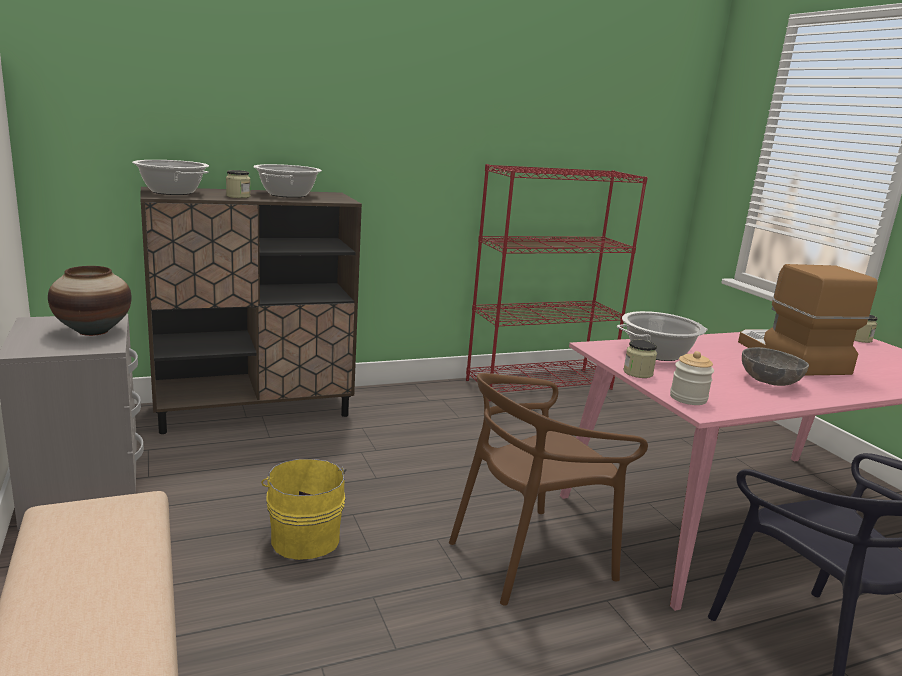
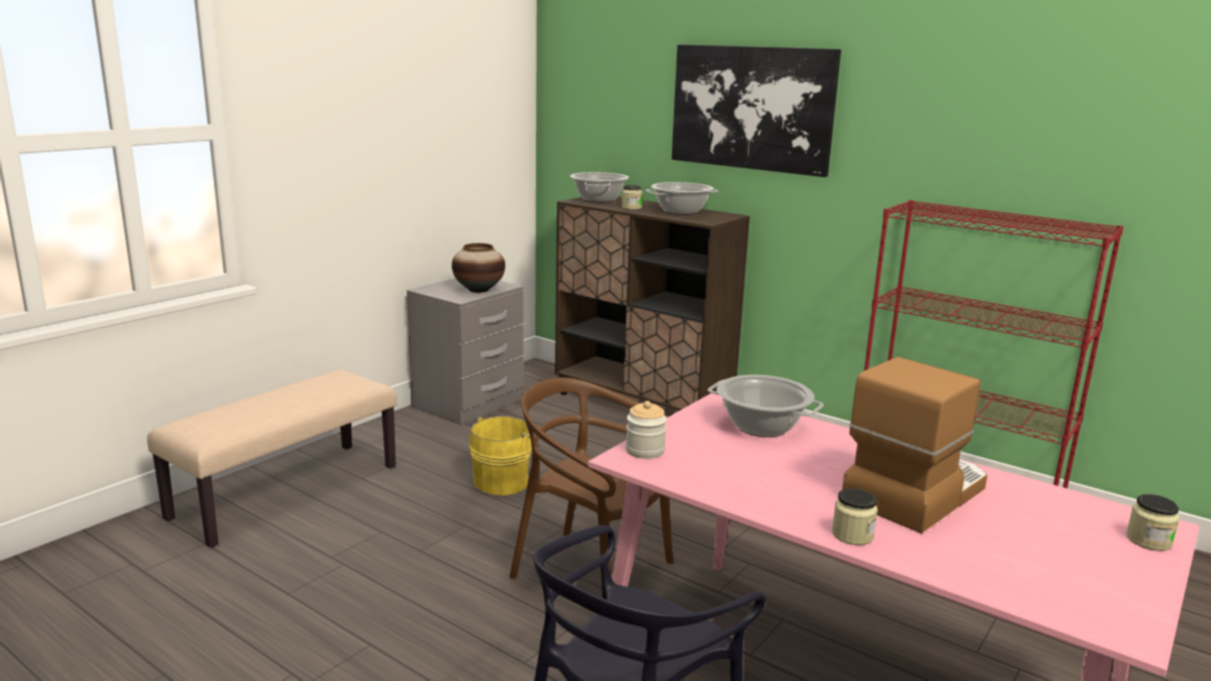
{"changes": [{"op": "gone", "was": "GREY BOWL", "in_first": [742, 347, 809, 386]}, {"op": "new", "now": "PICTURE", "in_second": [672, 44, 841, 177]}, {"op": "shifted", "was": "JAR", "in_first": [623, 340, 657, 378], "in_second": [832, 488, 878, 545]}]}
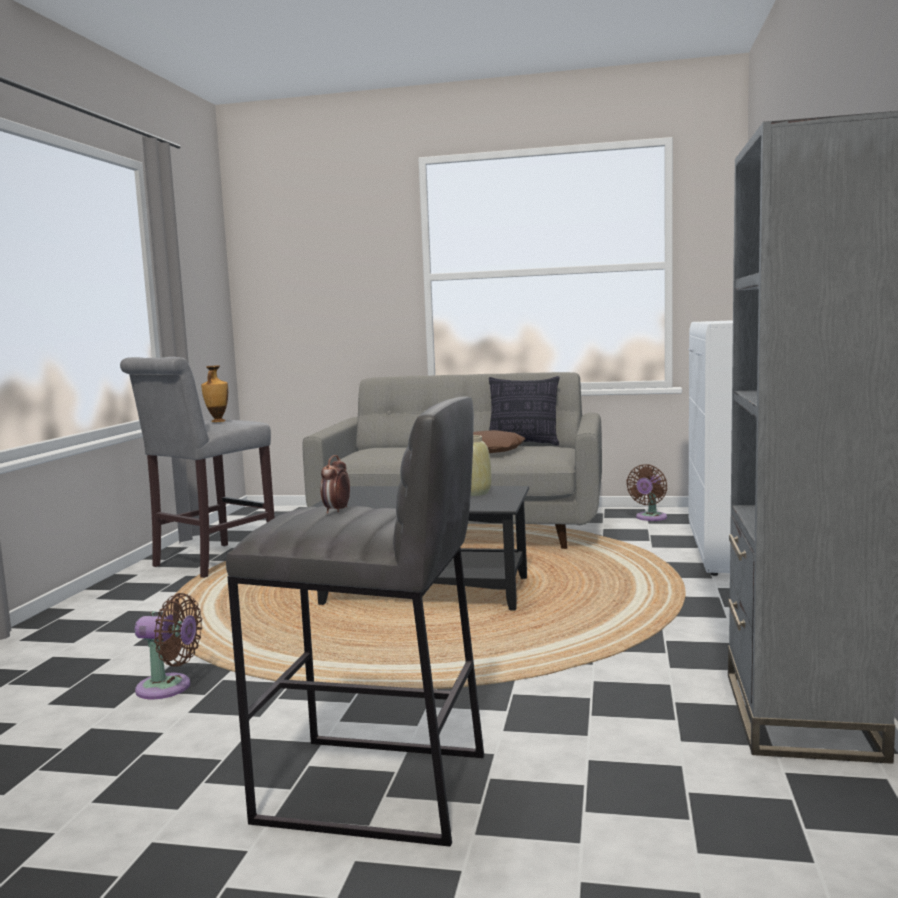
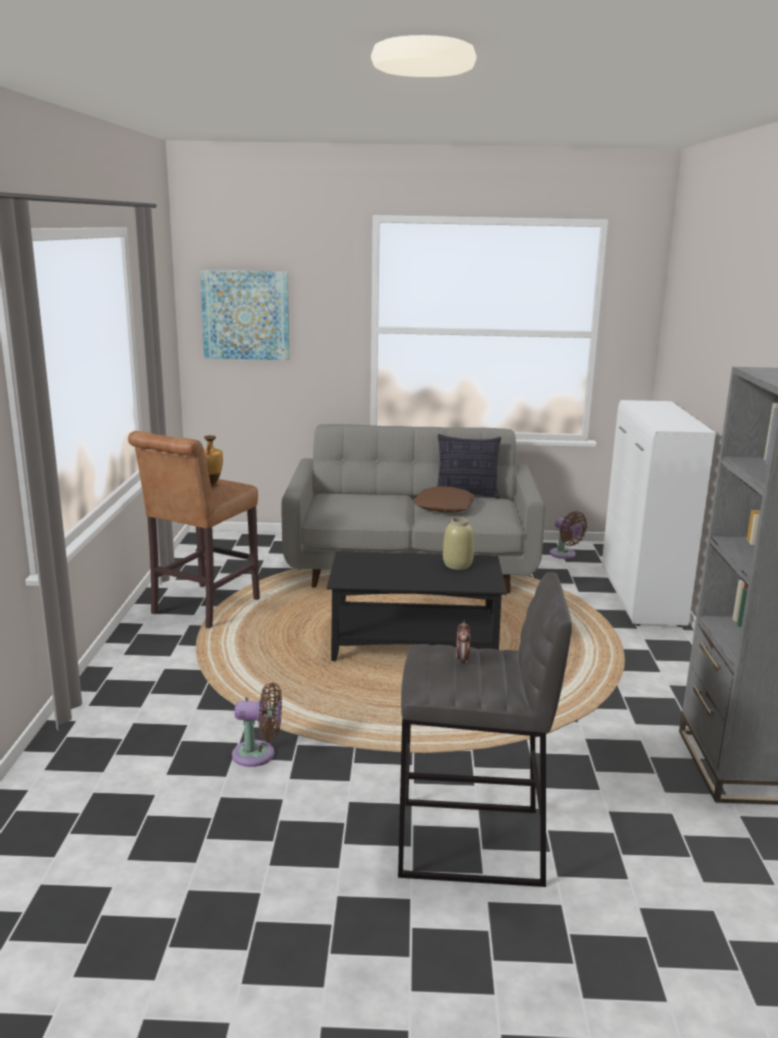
{"changes": [{"op": "new", "now": "PICTURE", "in_second": [200, 270, 289, 360]}, {"op": "repainted", "was": "GREY STOOL", "now": "BROWN STOOL", "in_first": [120, 357, 275, 578], "in_second": [128, 431, 260, 629]}, {"op": "rotated", "was": "BROWN FAN", "in_first": [627, 464, 667, 521], "in_second": [549, 511, 588, 559], "clockwise": -60}]}
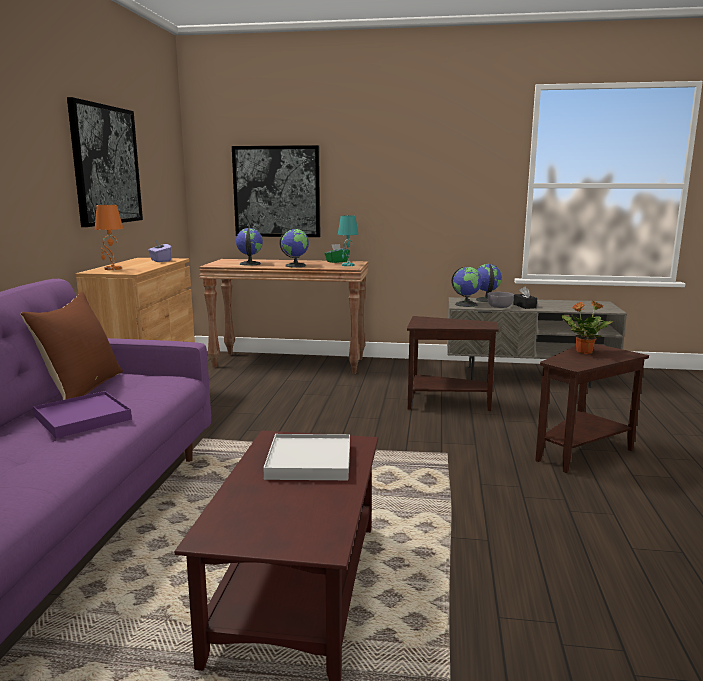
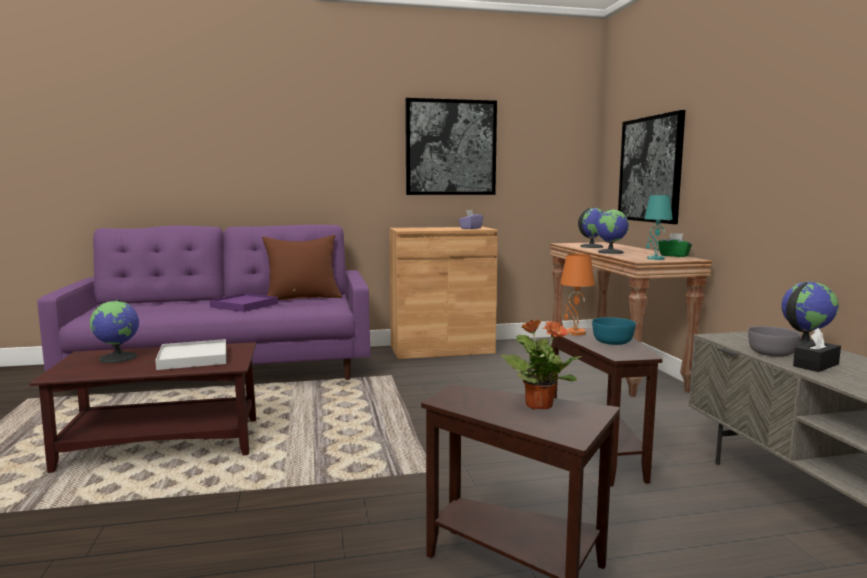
{"changes": [{"op": "new", "now": "TURQUOISE BOWL", "in_second": [592, 317, 636, 345]}, {"op": "shifted", "was": "ORANGE TABLE LAMP", "in_first": [95, 205, 123, 270], "in_second": [560, 254, 595, 335]}, {"op": "shifted", "was": "GLOBE", "in_first": [451, 267, 482, 307], "in_second": [90, 300, 139, 363]}]}
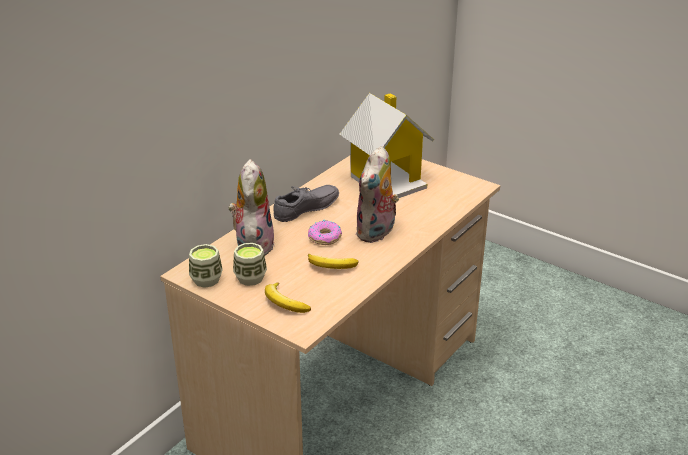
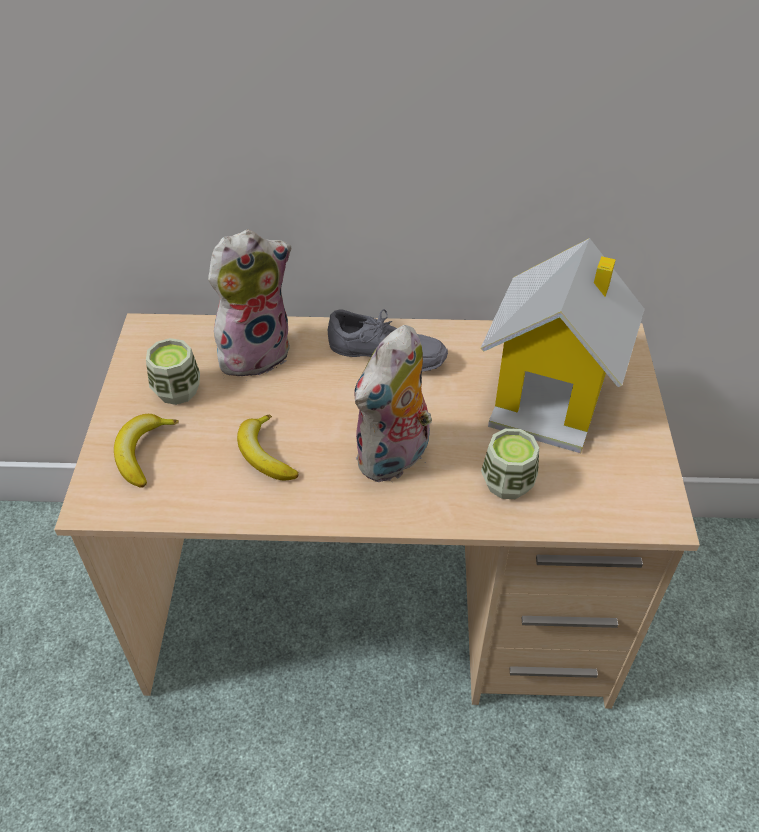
{"changes": [{"op": "gone", "was": "DONUT", "in_first": [308, 220, 342, 245]}, {"op": "shifted", "was": "CUP", "in_first": [189, 244, 223, 288], "in_second": [481, 428, 539, 499]}, {"op": "rotated", "was": "PLUSH TOY", "in_first": [355, 146, 399, 243], "in_second": [354, 325, 432, 482], "clockwise": -45}]}
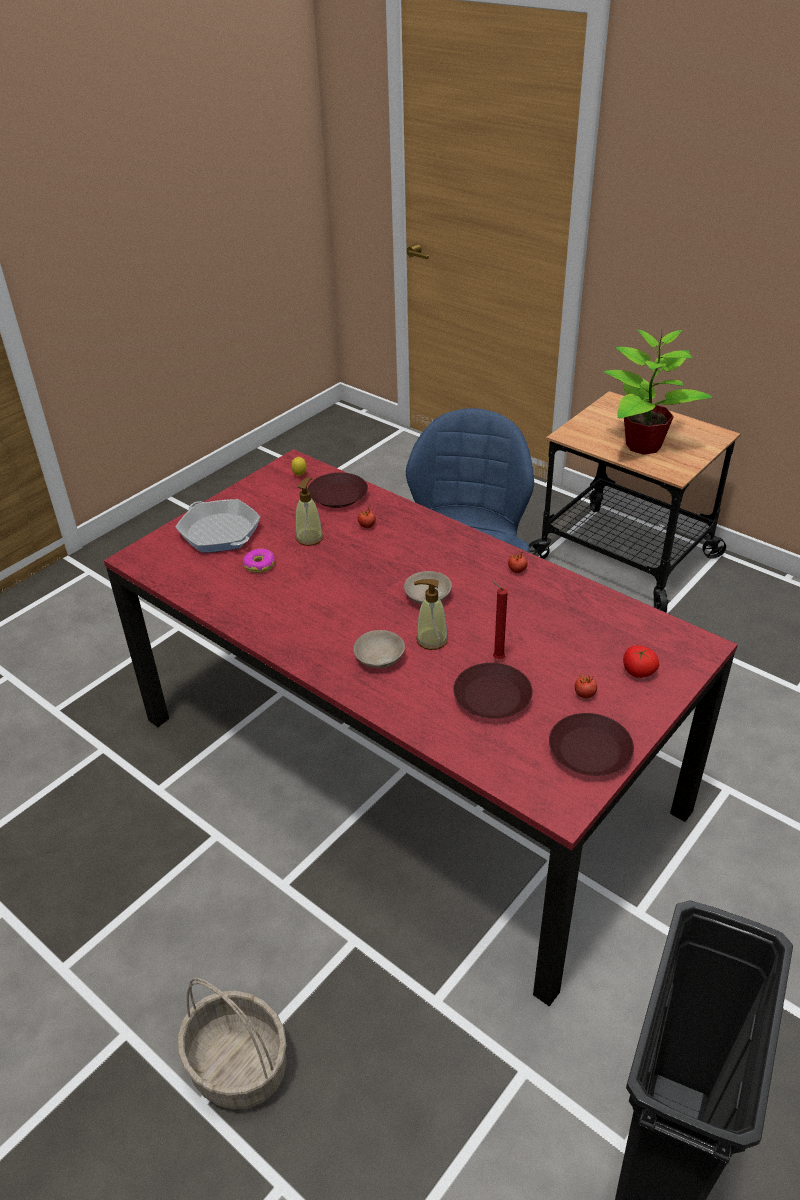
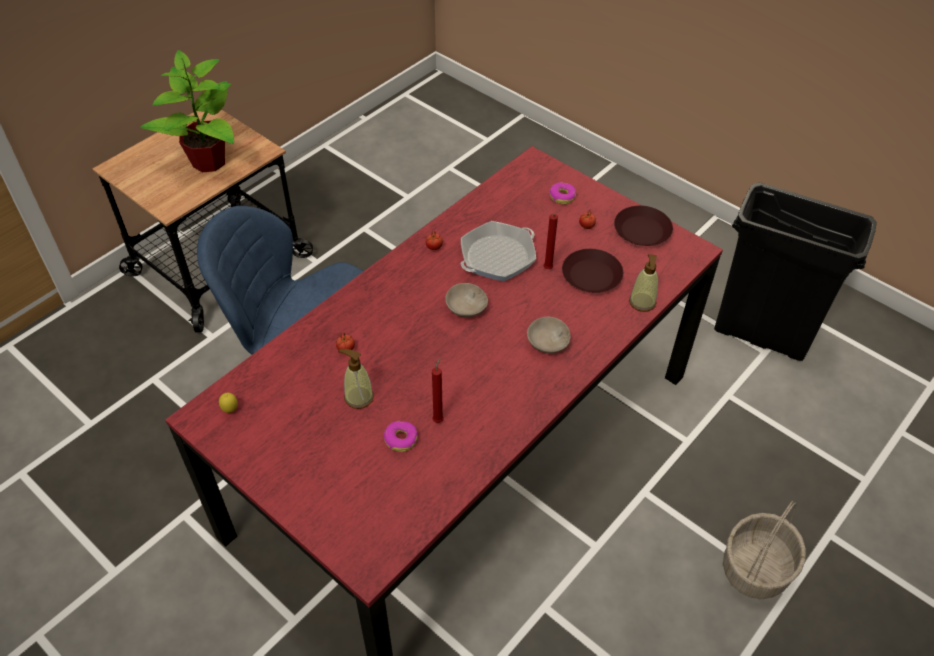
{"changes": [{"op": "gone", "was": "BROWN PLATE", "in_first": [307, 473, 368, 508]}, {"op": "new", "now": "RED CANDLE", "in_second": [432, 358, 444, 423]}, {"op": "shifted", "was": "FRYING PAN", "in_first": [175, 499, 260, 553], "in_second": [461, 221, 536, 281]}, {"op": "shifted", "was": "SOAP DISPENSER", "in_first": [414, 579, 448, 650], "in_second": [629, 254, 658, 312]}, {"op": "swapped", "was": "TOMATO", "now": "DONUT", "in_first": [623, 645, 659, 678], "in_second": [549, 182, 577, 204]}]}
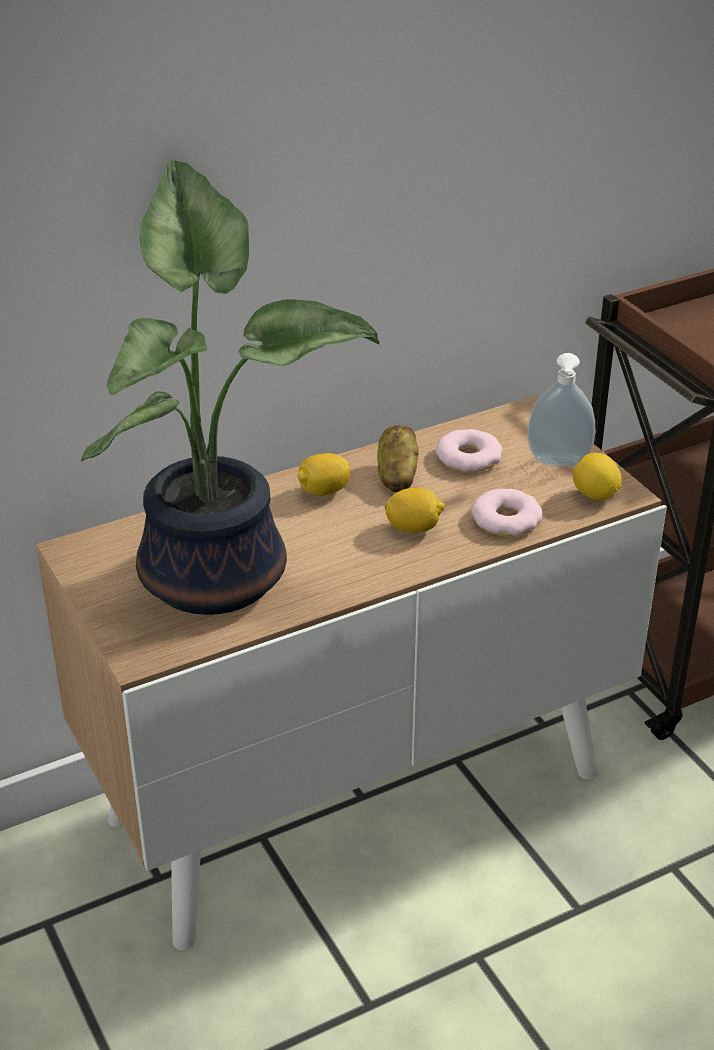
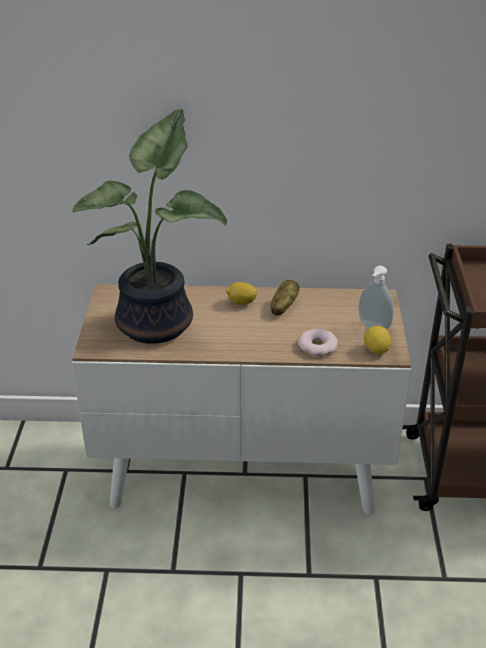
{"changes": [{"op": "gone", "was": "LEMON", "in_first": [385, 488, 445, 534]}, {"op": "gone", "was": "DONUT", "in_first": [436, 429, 503, 472]}]}
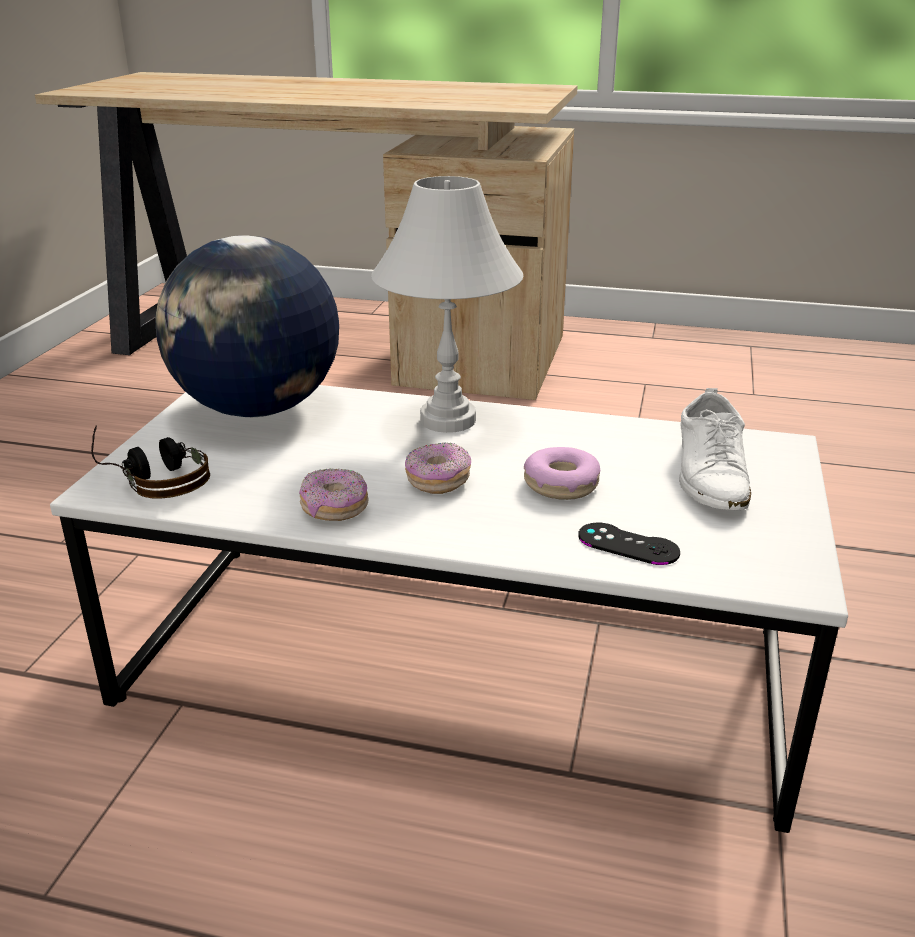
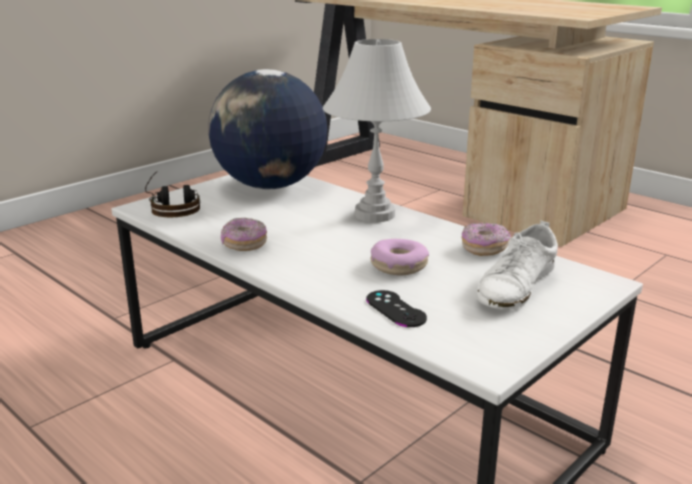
{"changes": [{"op": "shifted", "was": "DONUT", "in_first": [405, 443, 471, 494], "in_second": [461, 223, 511, 256]}]}
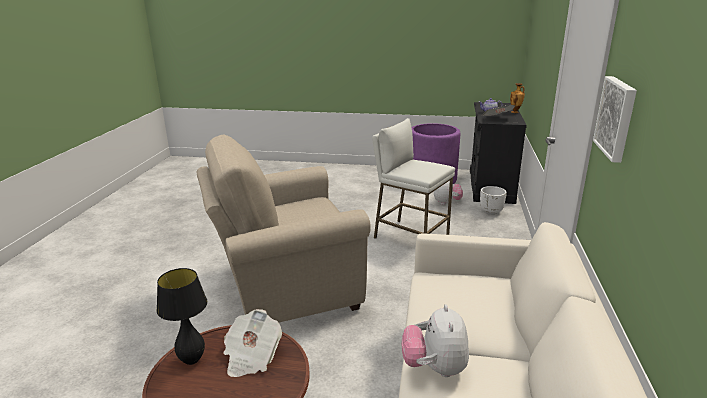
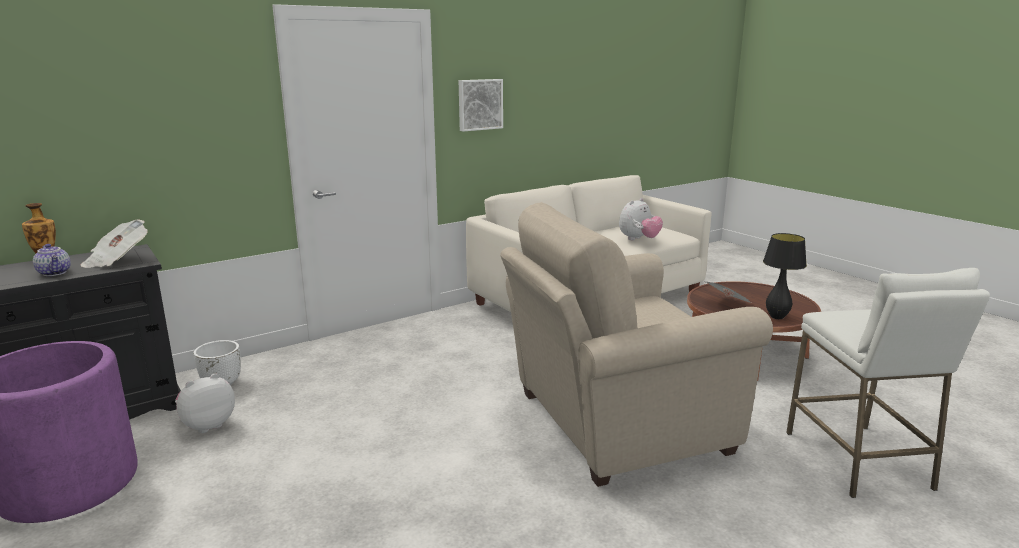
{"changes": [{"op": "shifted", "was": "WHITE STOOL", "in_first": [372, 118, 455, 239], "in_second": [786, 268, 990, 498]}, {"op": "rotated", "was": "BEIGE ARMCHAIR", "in_first": [196, 134, 371, 322], "in_second": [500, 202, 773, 487], "clockwise": 135}]}
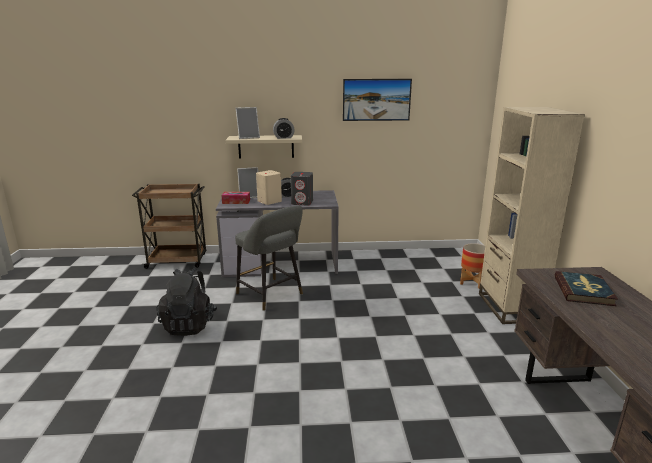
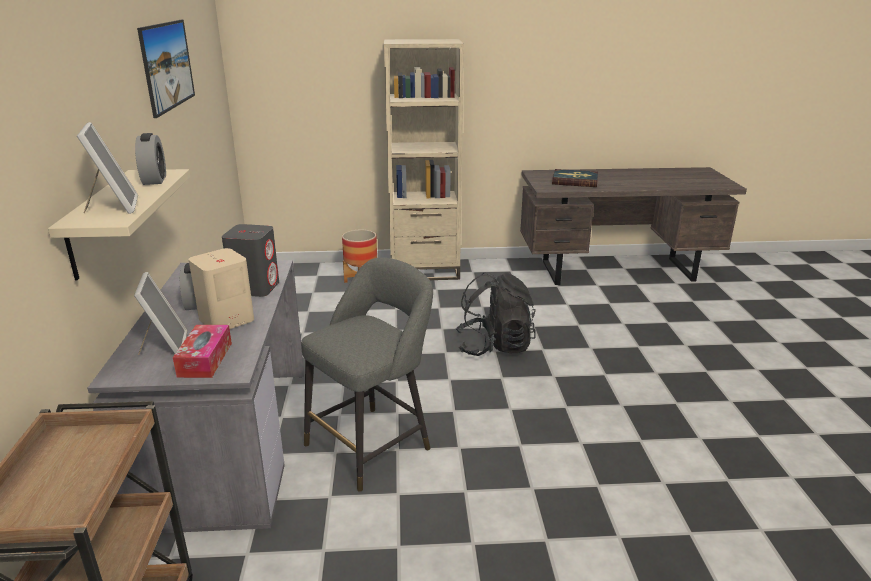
{"changes": [{"op": "shifted", "was": "BLACK BACKPACK", "in_first": [156, 268, 217, 336], "in_second": [456, 272, 536, 356]}]}
